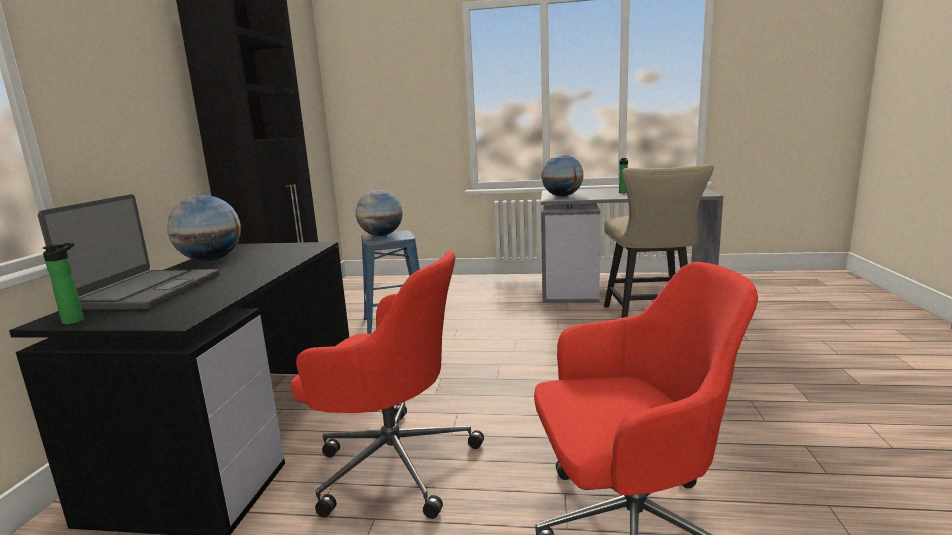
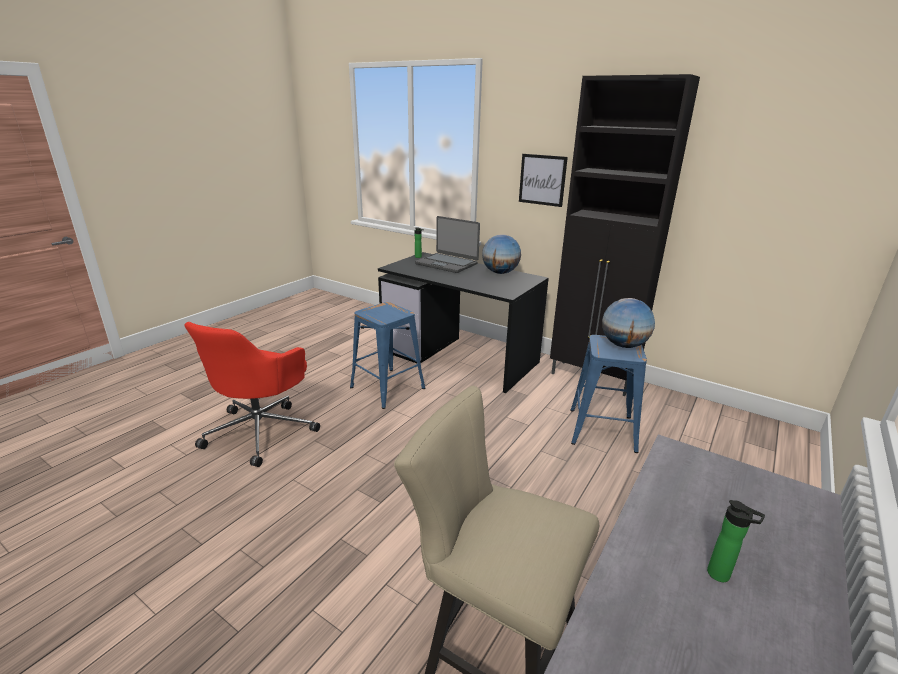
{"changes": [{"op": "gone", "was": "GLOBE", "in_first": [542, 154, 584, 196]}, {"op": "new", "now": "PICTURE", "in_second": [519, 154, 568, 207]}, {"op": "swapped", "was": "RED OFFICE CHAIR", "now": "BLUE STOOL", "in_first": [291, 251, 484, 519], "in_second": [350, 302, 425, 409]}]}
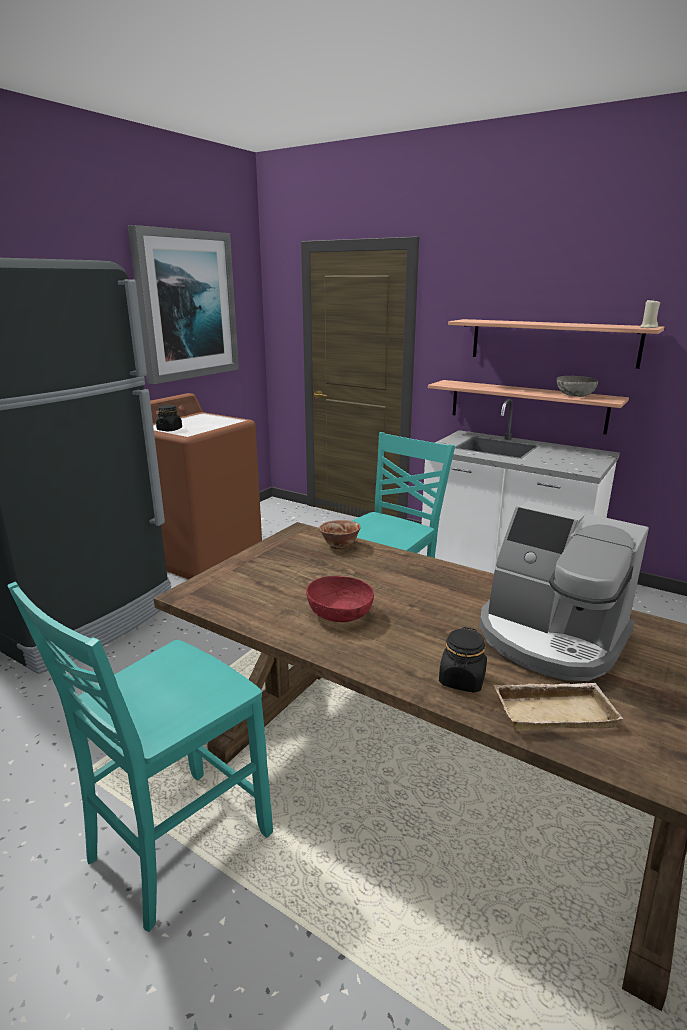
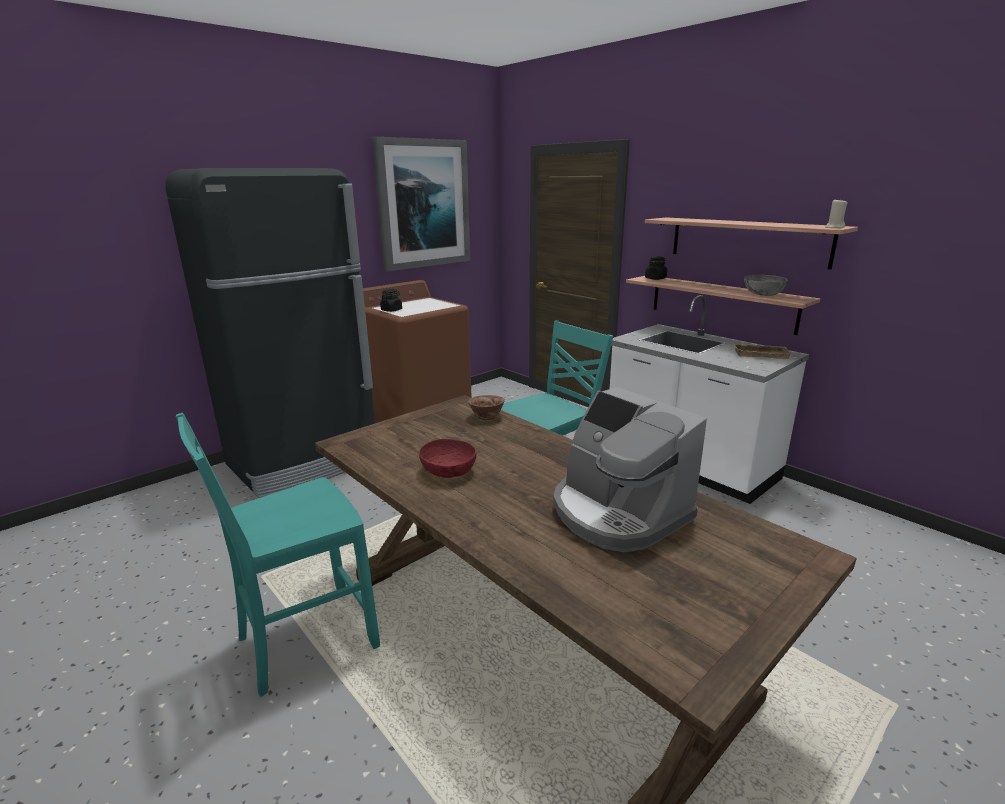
{"changes": [{"op": "shifted", "was": "BLACK JAR", "in_first": [439, 627, 487, 693], "in_second": [645, 256, 667, 280]}, {"op": "shifted", "was": "BEIGE TRAY", "in_first": [494, 683, 623, 731], "in_second": [733, 343, 792, 359]}]}
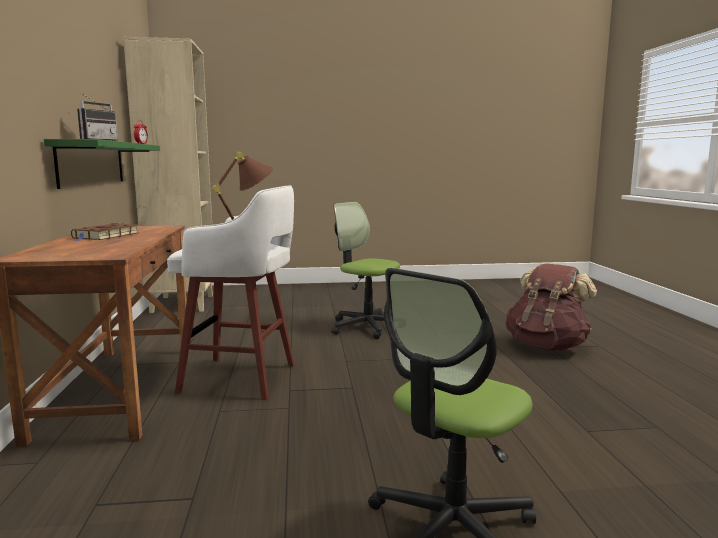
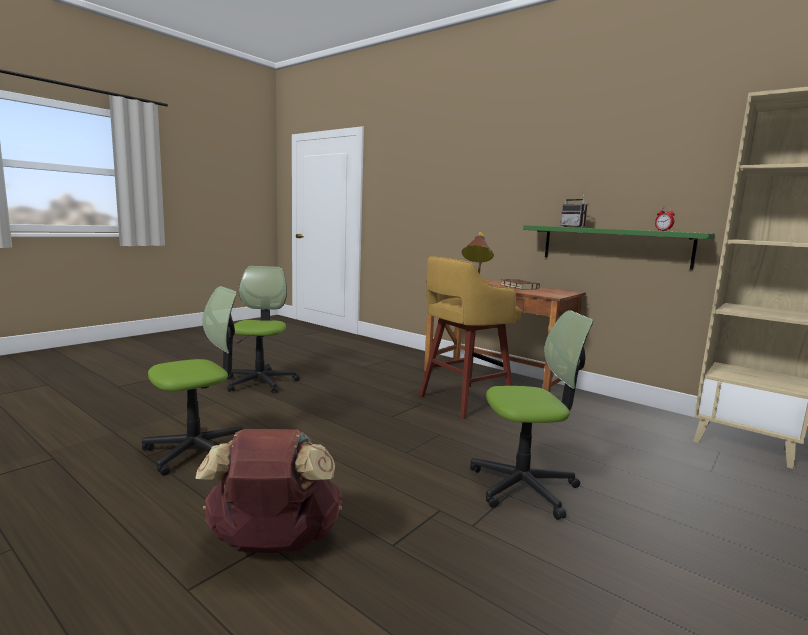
{"changes": [{"op": "new", "now": "OFFICE CHAIR", "in_second": [142, 286, 244, 475]}, {"op": "repainted", "was": "WHITE STOOL", "now": "YELLOW STOOL", "in_first": [167, 185, 294, 400], "in_second": [419, 256, 521, 419]}]}
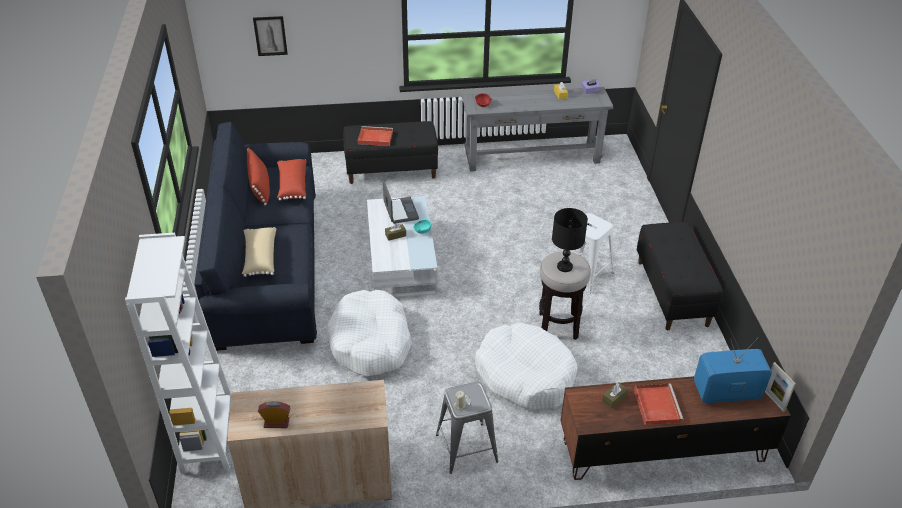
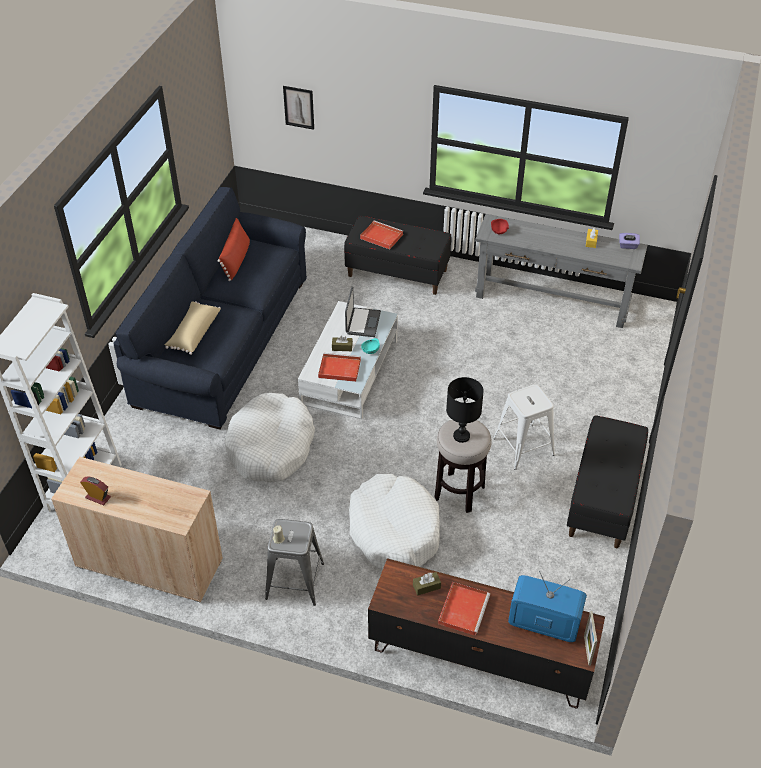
{"changes": [{"op": "gone", "was": "RED PILLOW", "in_first": [277, 159, 307, 200]}, {"op": "new", "now": "RED TRAY", "in_second": [318, 353, 361, 382]}]}
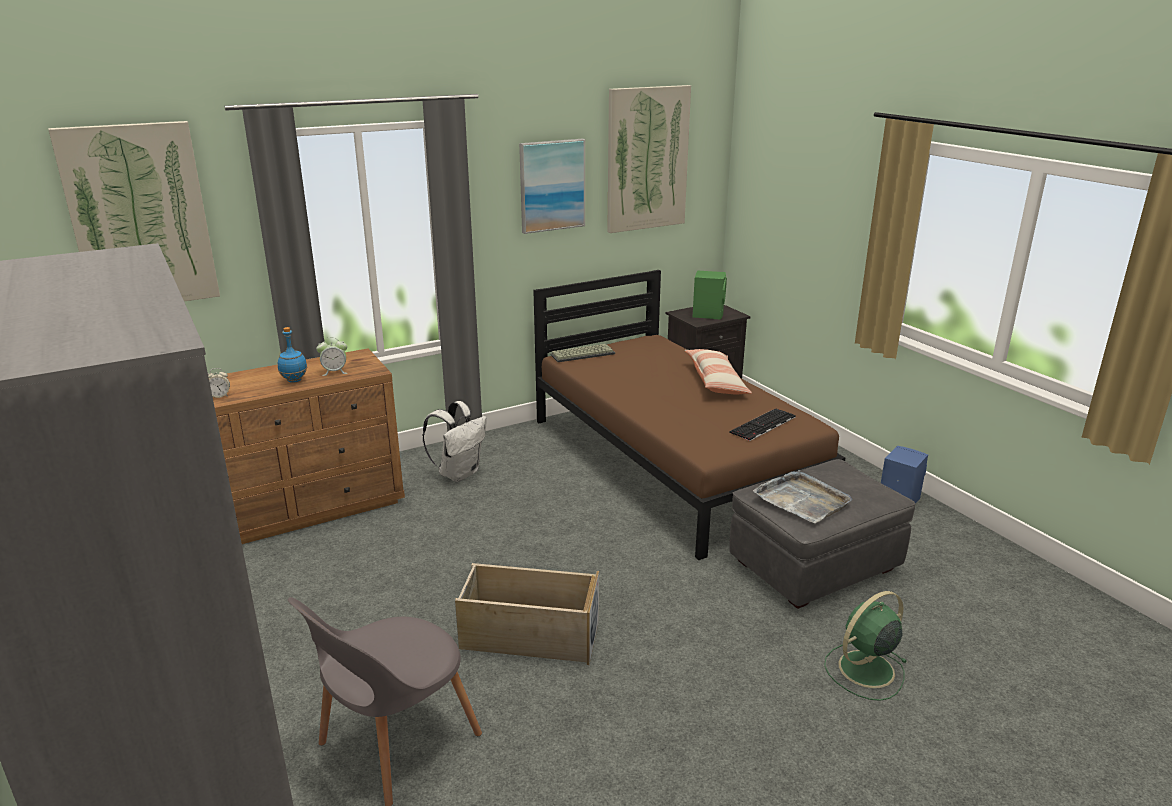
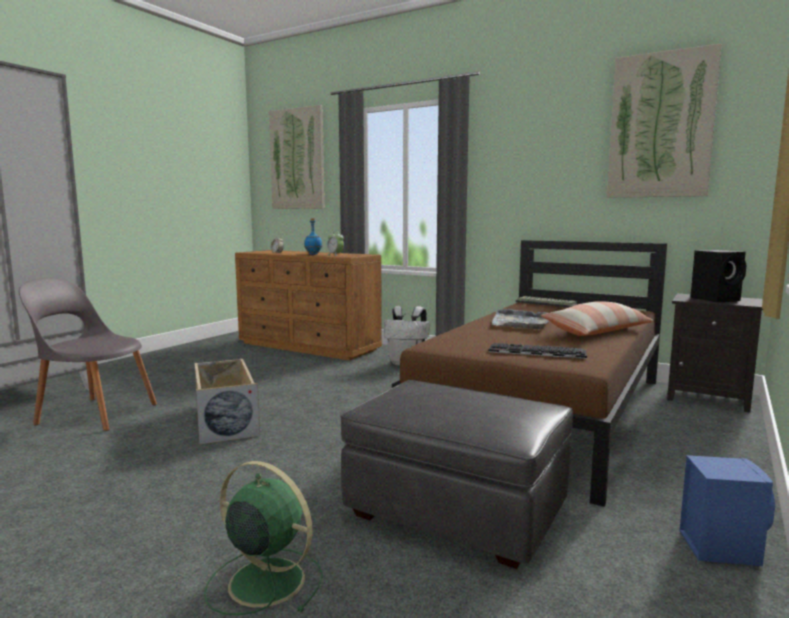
{"changes": [{"op": "gone", "was": "PICTURE", "in_first": [519, 139, 585, 234]}, {"op": "shifted", "was": "GREY TRAY", "in_first": [753, 470, 852, 523], "in_second": [492, 309, 551, 329]}, {"op": "repainted", "was": "GREEN SPEAKER", "now": "BLACK SPEAKER", "in_first": [693, 271, 727, 319], "in_second": [690, 250, 747, 302]}]}
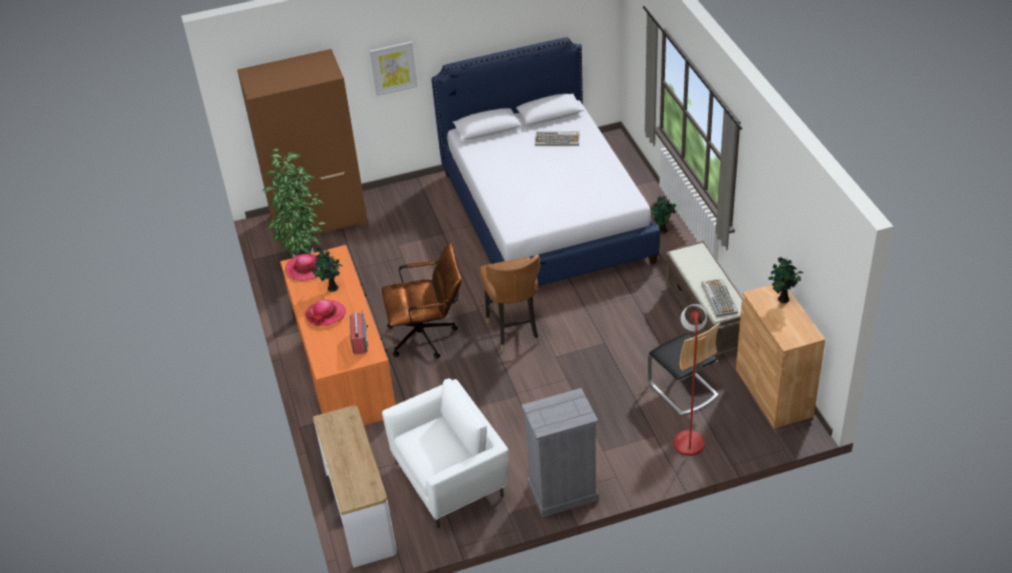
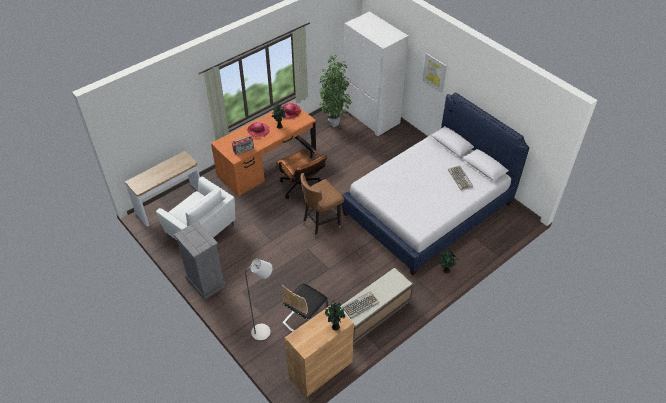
{"changes": [{"op": "repainted", "was": "BROWN WARDROBE", "now": "WHITE WARDROBE", "in_first": [237, 49, 368, 247], "in_second": [343, 11, 409, 136]}, {"op": "repainted", "was": "RED FLOOR LAMP", "now": "GREY FLOOR LAMP", "in_first": [673, 304, 707, 456], "in_second": [245, 259, 273, 342]}]}
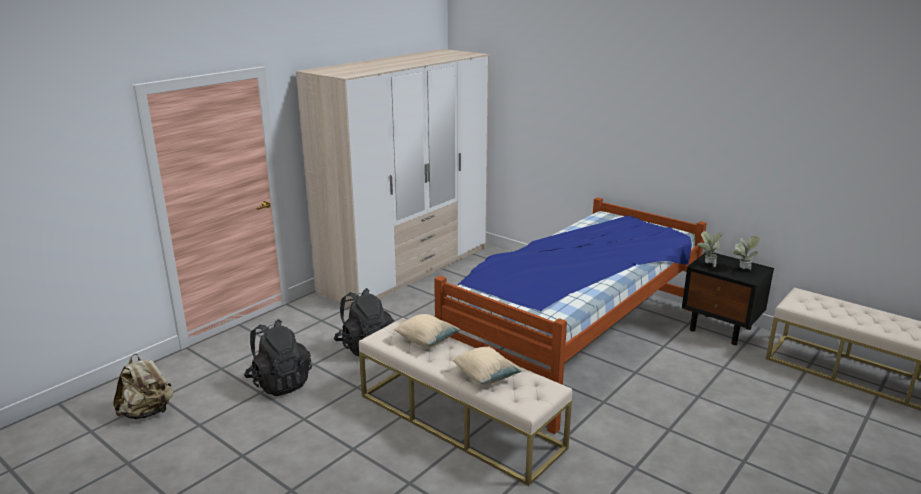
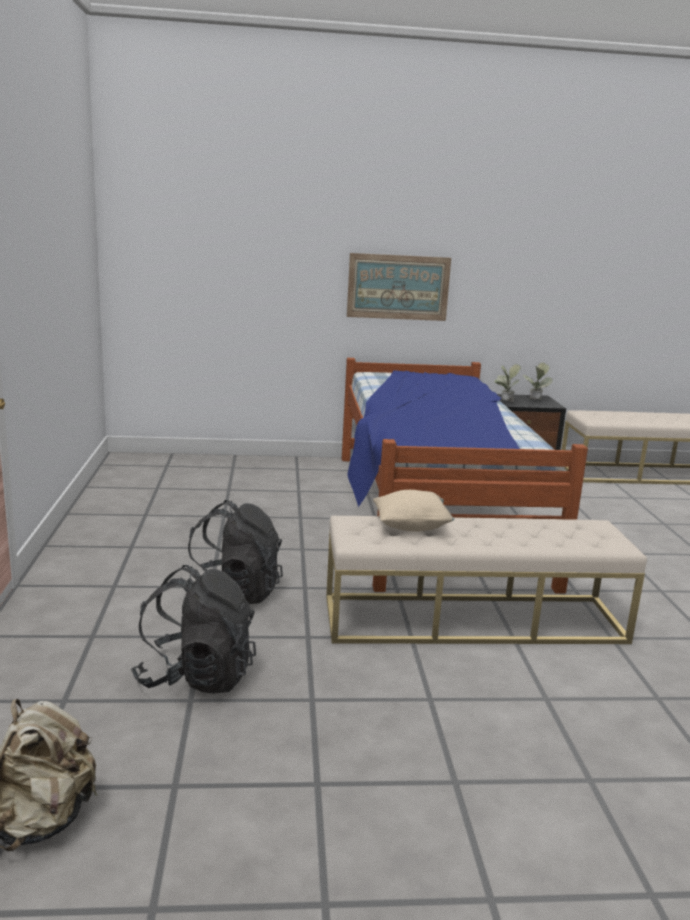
{"changes": [{"op": "gone", "was": "WARDROBE", "in_first": [296, 49, 489, 306]}, {"op": "gone", "was": "BEIGE PILLOW", "in_first": [452, 347, 523, 385]}, {"op": "new", "now": "PICTURE", "in_second": [347, 253, 451, 321]}]}
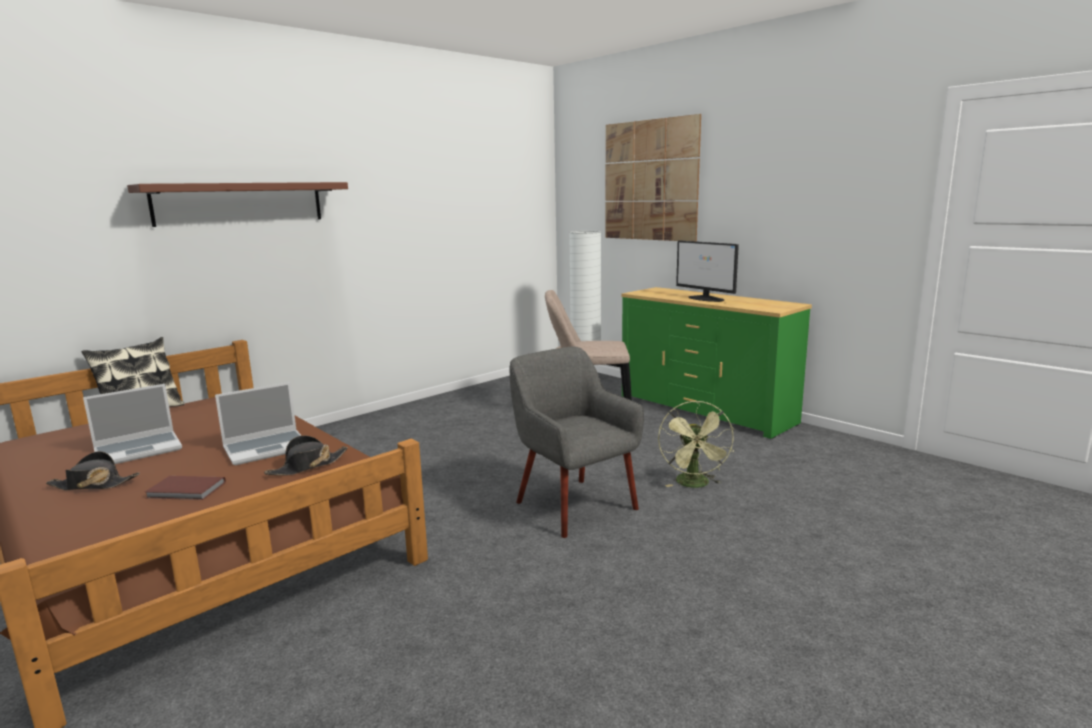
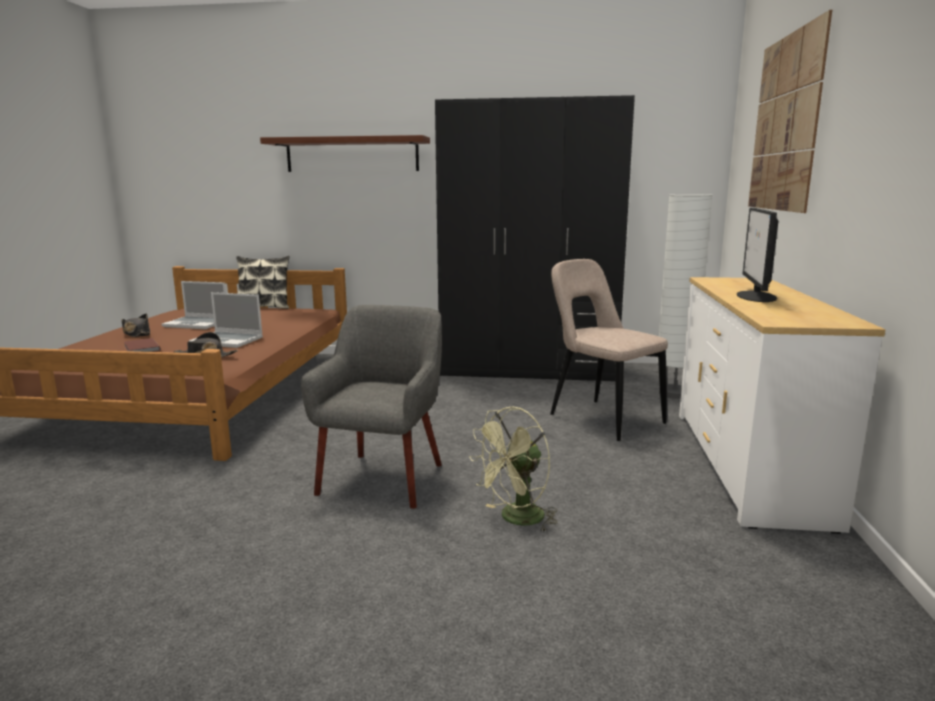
{"changes": [{"op": "new", "now": "BLACK WARDROBE", "in_second": [435, 95, 635, 381]}, {"op": "repainted", "was": "GREEN DRESSER", "now": "WHITE DRESSER", "in_first": [621, 287, 812, 439], "in_second": [679, 277, 885, 534]}]}
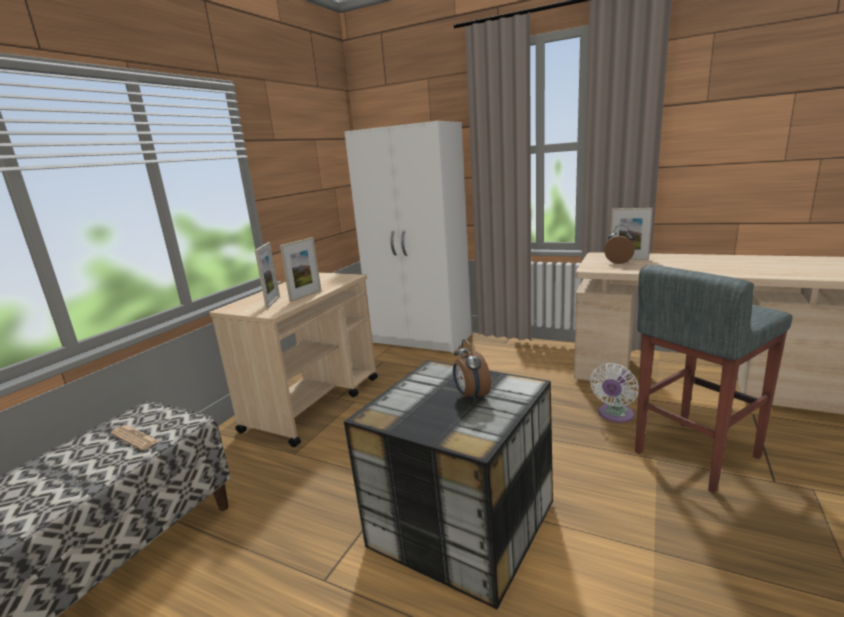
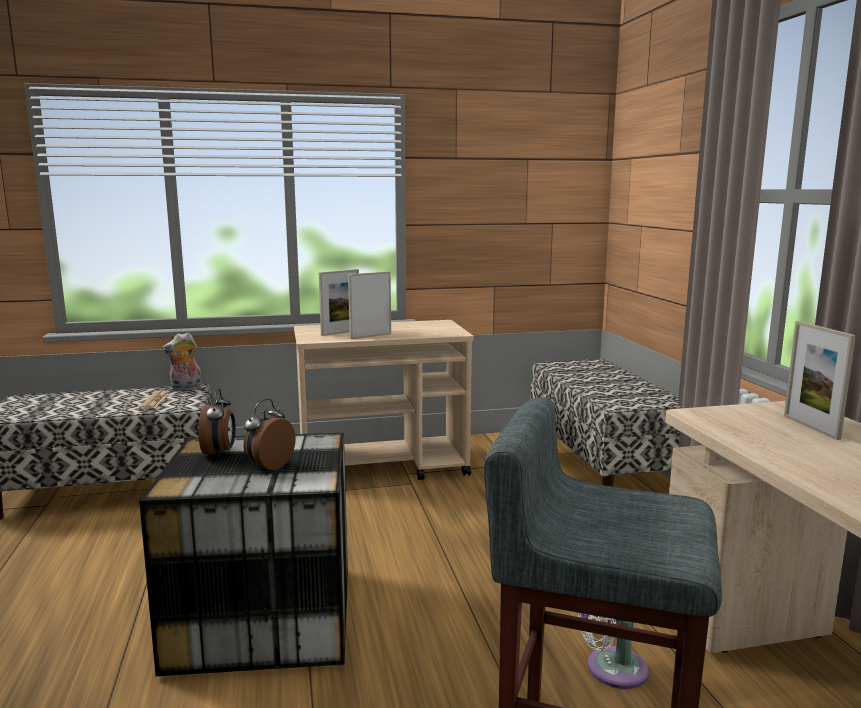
{"changes": [{"op": "new", "now": "PLUSH TOY", "in_second": [162, 332, 202, 392]}, {"op": "shifted", "was": "ALARM CLOCK", "in_first": [604, 225, 635, 264], "in_second": [198, 389, 236, 458]}, {"op": "swapped", "was": "WHITE WARDROBE", "now": "BENCH", "in_first": [344, 121, 472, 353], "in_second": [530, 359, 682, 487]}, {"op": "rotated", "was": "PICTURE FRAME", "in_first": [280, 237, 321, 302], "in_second": [348, 271, 391, 339], "clockwise": 150}]}
